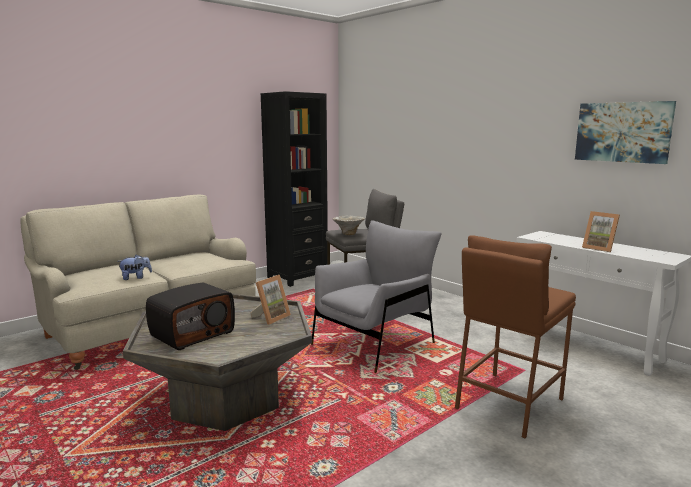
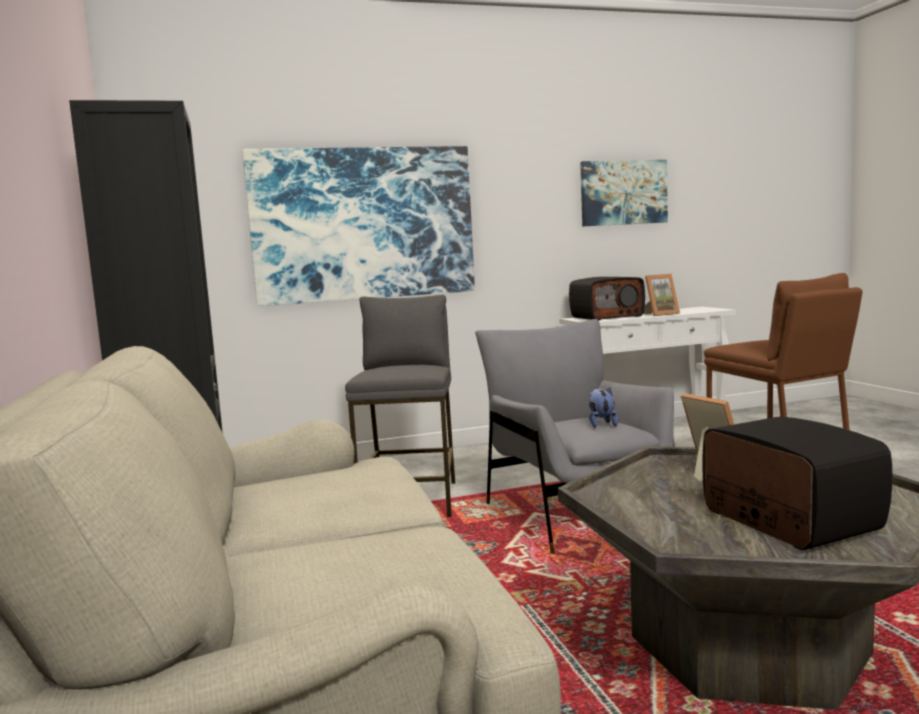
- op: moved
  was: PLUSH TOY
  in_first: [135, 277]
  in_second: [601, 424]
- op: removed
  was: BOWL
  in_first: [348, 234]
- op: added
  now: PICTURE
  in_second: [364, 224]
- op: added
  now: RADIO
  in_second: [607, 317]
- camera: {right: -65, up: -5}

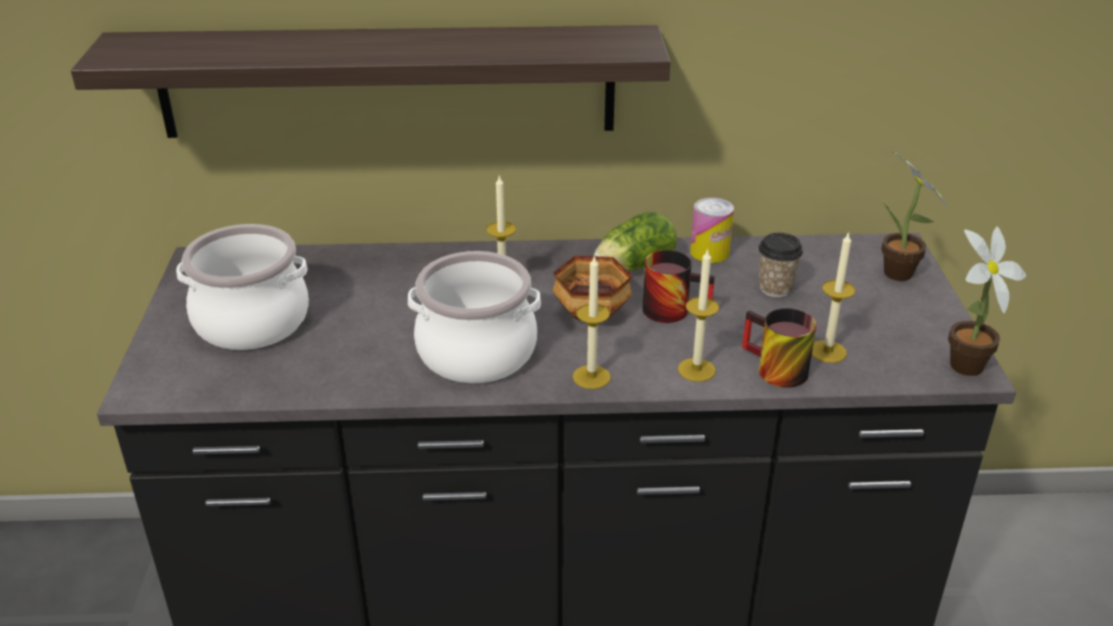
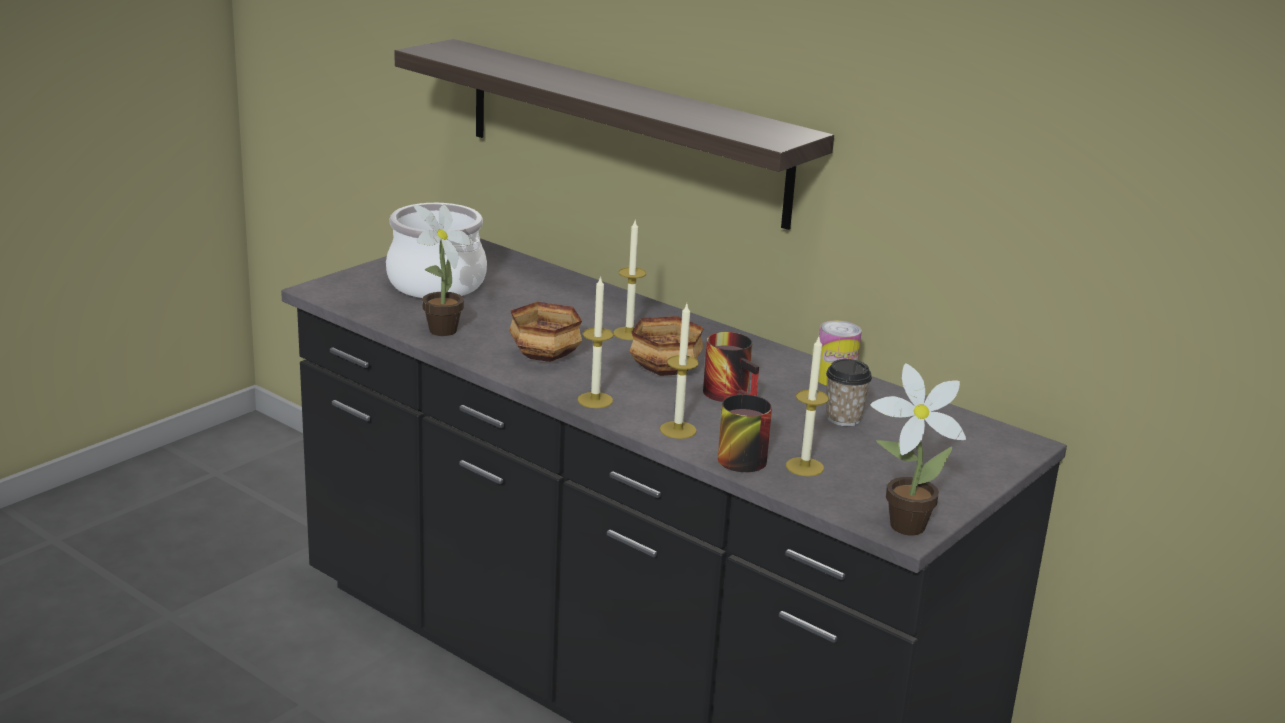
- op: replaced
  was: COOKING POT
  now: BOWL
  in_first: [476, 353]
  in_second: [543, 356]
- op: removed
  was: LETTUCE
  in_first: [631, 267]
- op: moved
  was: POTTED PLANT
  in_first: [899, 276]
  in_second: [439, 332]
- camera: {right: 40, up: -10}

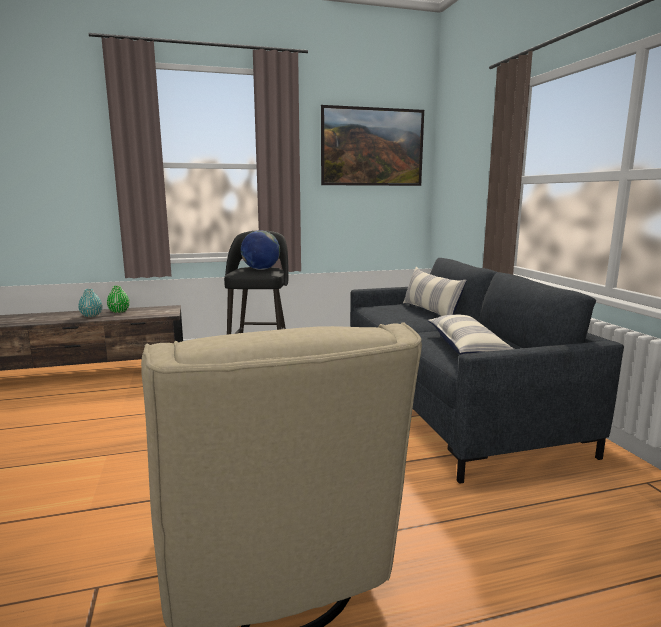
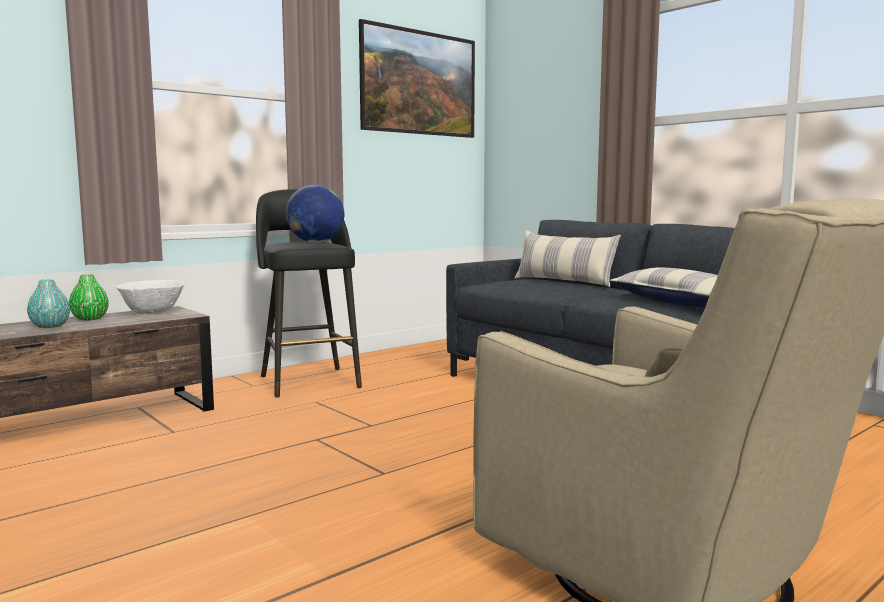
- op: added
  now: WHITE BOWL
  in_second: [152, 313]
- camera: {right: -25, up: -5}

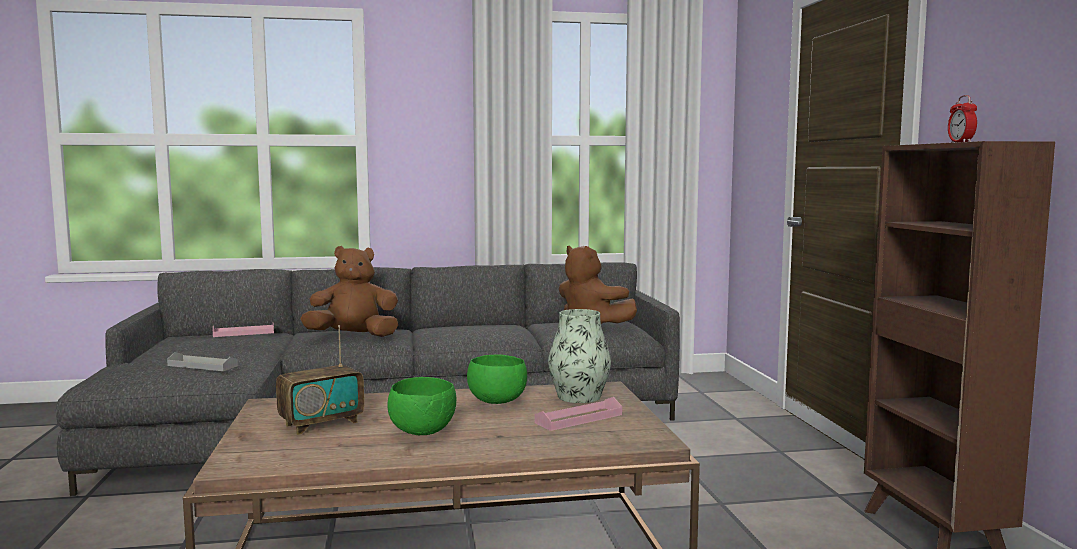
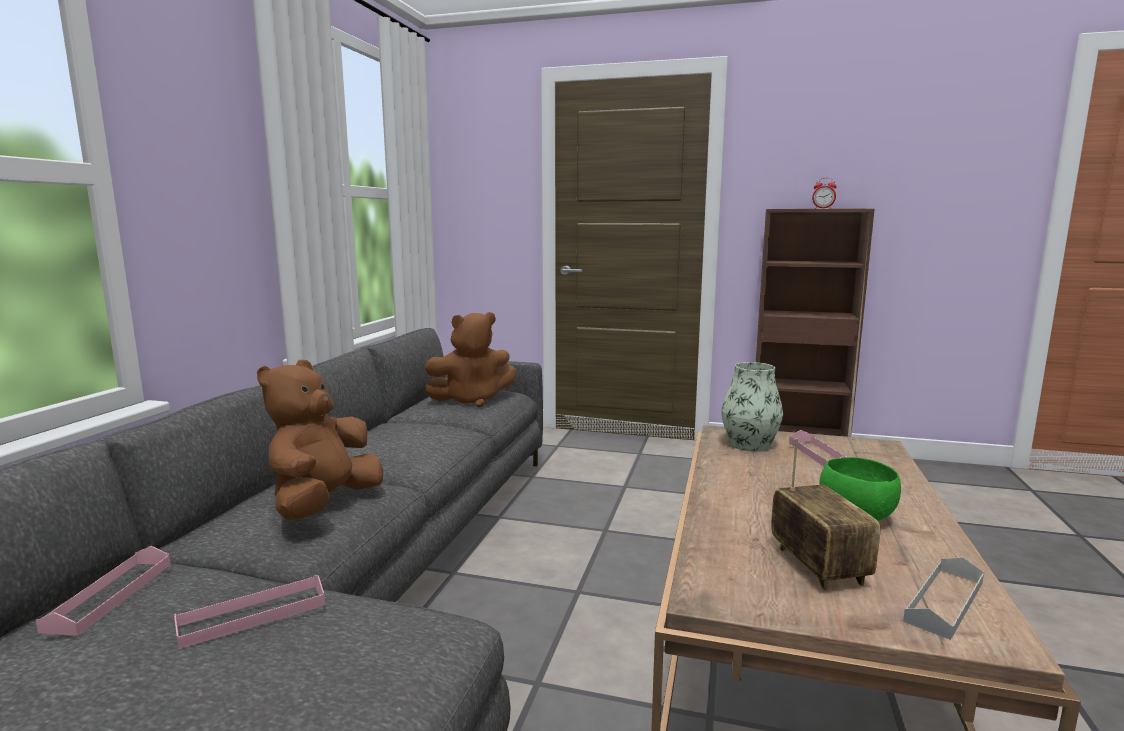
- op: moved
  was: GREY TRAY
  in_first: [202, 366]
  in_second: [944, 601]
- op: removed
  was: GREEN BOWL
  in_first: [496, 401]
- op: added
  now: PINK TRAY
  in_second: [252, 615]
- camera: {right: -65, up: 5}

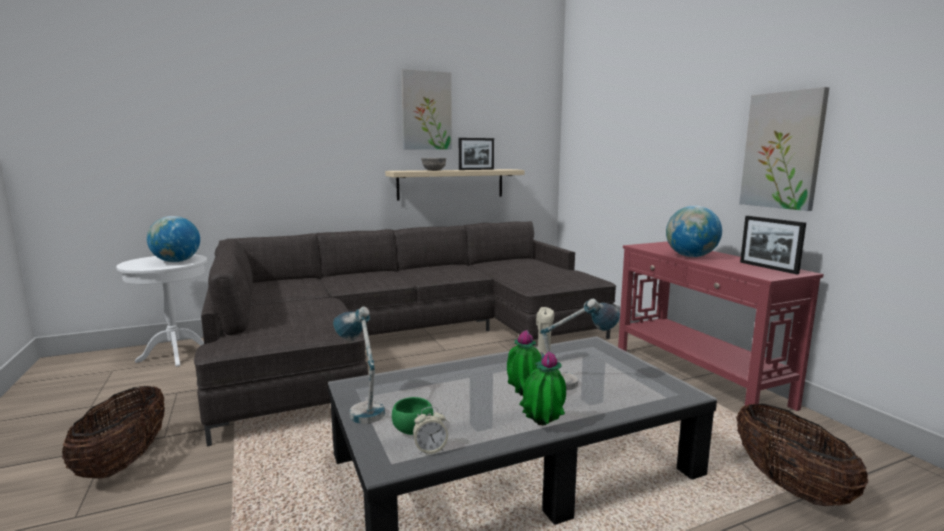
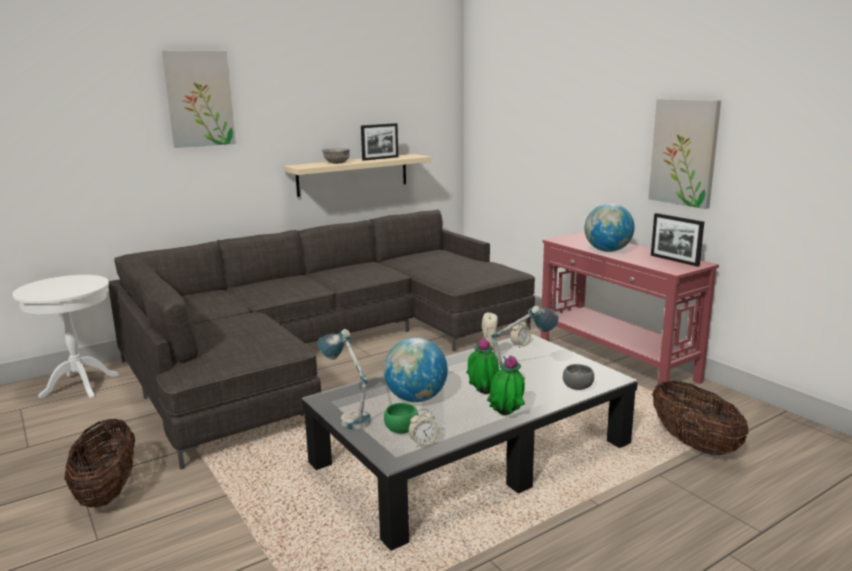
- op: moved
  was: GLOBE
  in_first: [176, 261]
  in_second: [416, 398]
- op: moved
  was: PICTURE
  in_first: [426, 111]
  in_second: [199, 99]
- op: added
  now: ALARM CLOCK
  in_second: [520, 345]
- op: added
  now: GREY BOWL
  in_second: [578, 388]
- camera: {right: -10, up: 5}

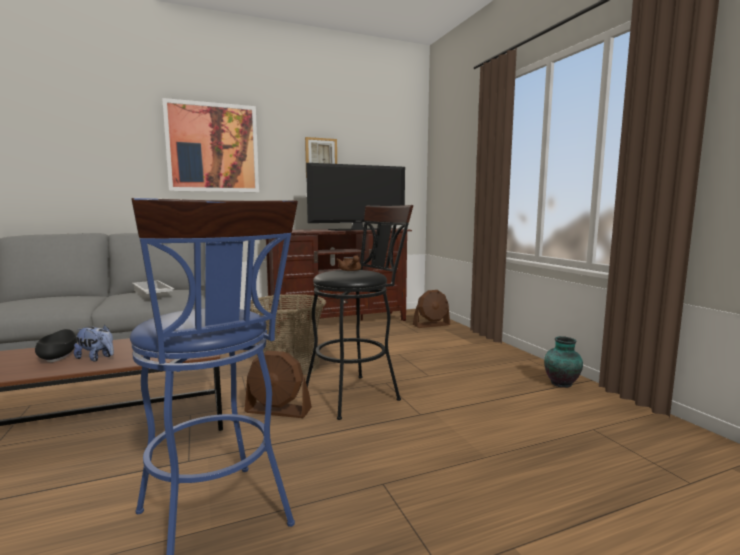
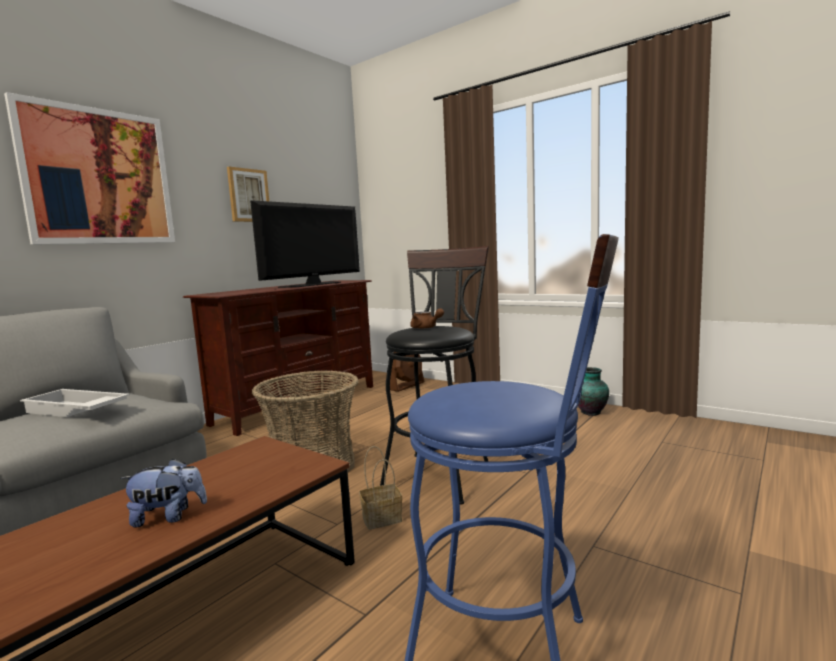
- op: removed
  was: BLACK BOWL
  in_first: [58, 355]
- op: replaced
  was: BROWN FAN
  now: BASKET
  in_first: [278, 410]
  in_second: [383, 518]
- camera: {right: -30, up: 0}

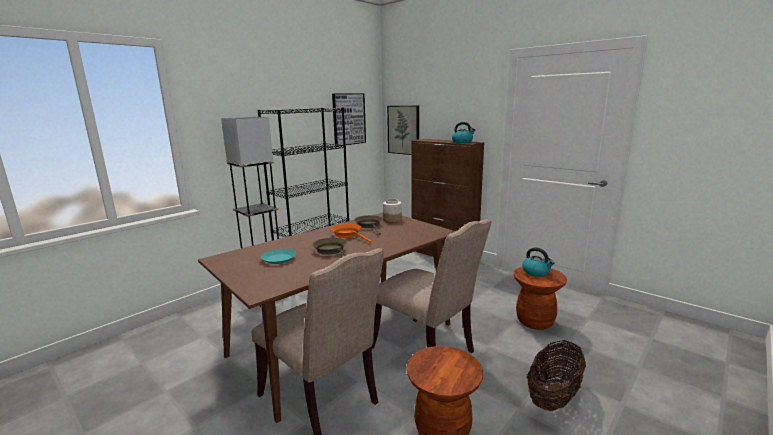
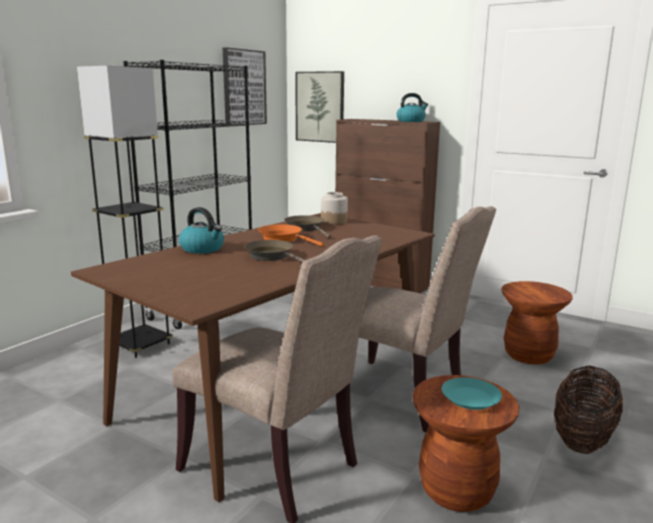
- op: moved
  was: TURQUOISE PLATE
  in_first: [278, 259]
  in_second: [470, 399]
- op: moved
  was: KETTLE
  in_first: [536, 272]
  in_second: [203, 249]
- camera: {right: -10, up: 0}

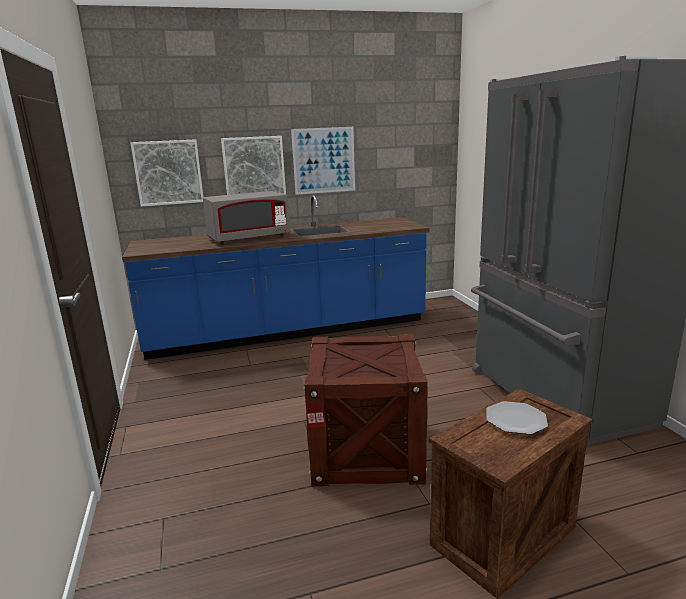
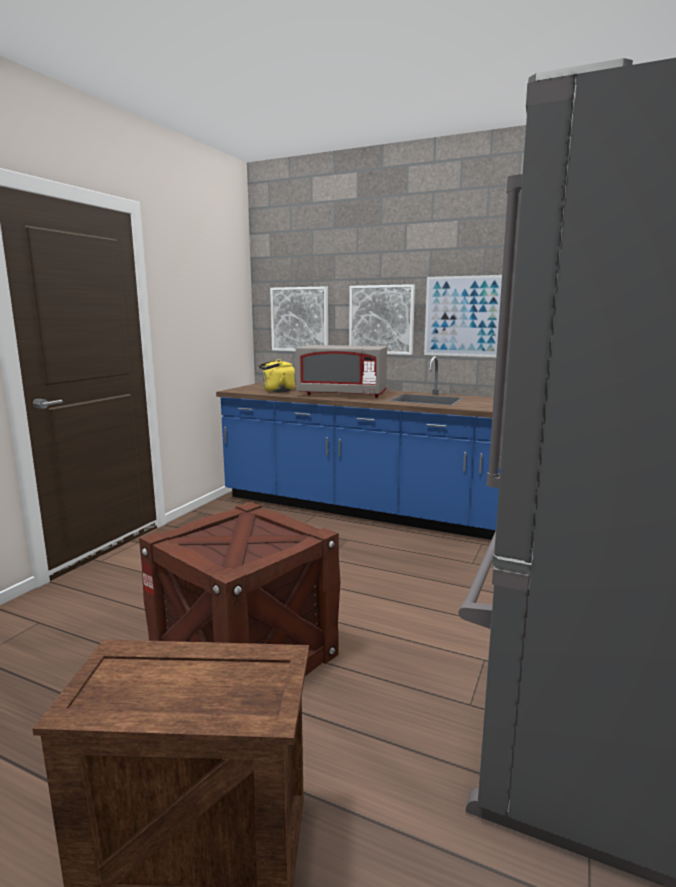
- op: removed
  was: PLATE
  in_first: [515, 419]
- op: added
  now: YELLOW KETTLE
  in_second: [277, 391]
- camera: {right: 40, up: -5}

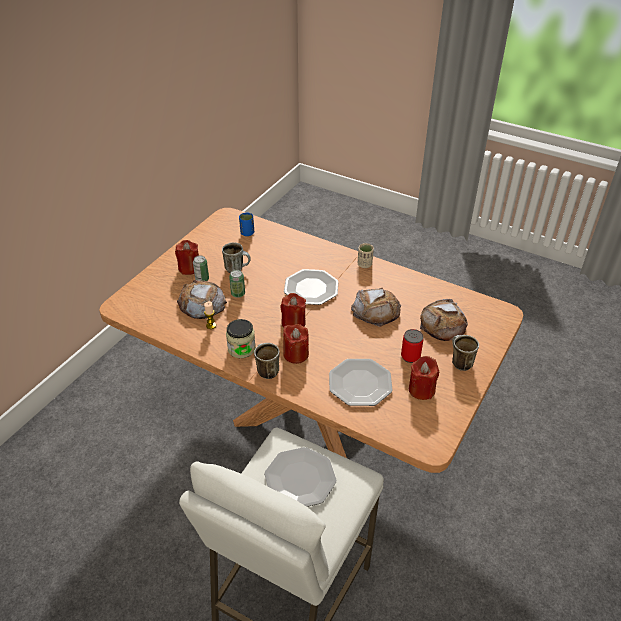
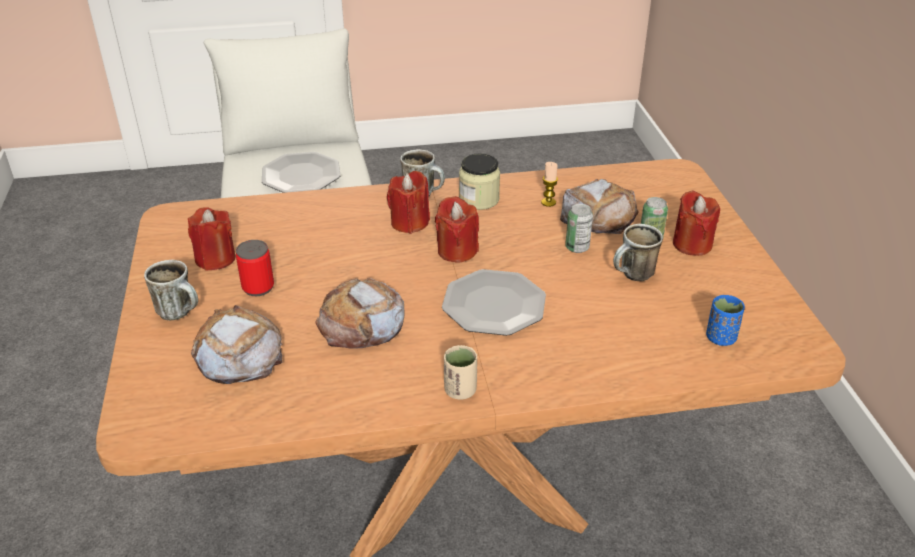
- op: removed
  was: PLATE
  in_first: [360, 383]
- camera: {right: 140, up: -5}

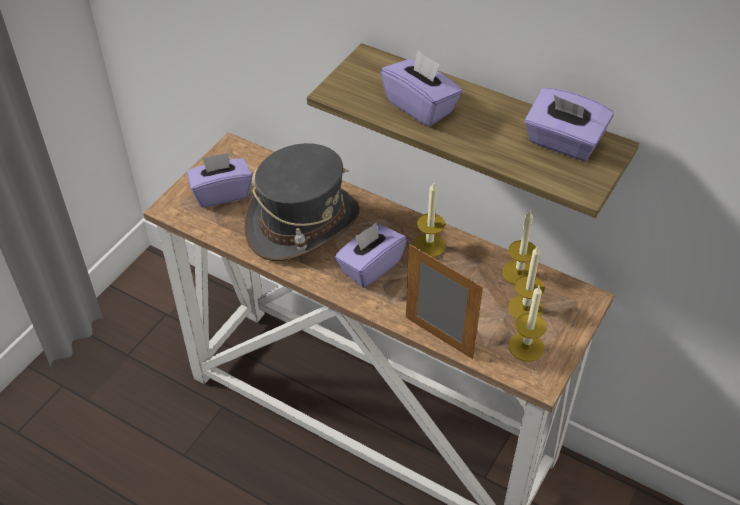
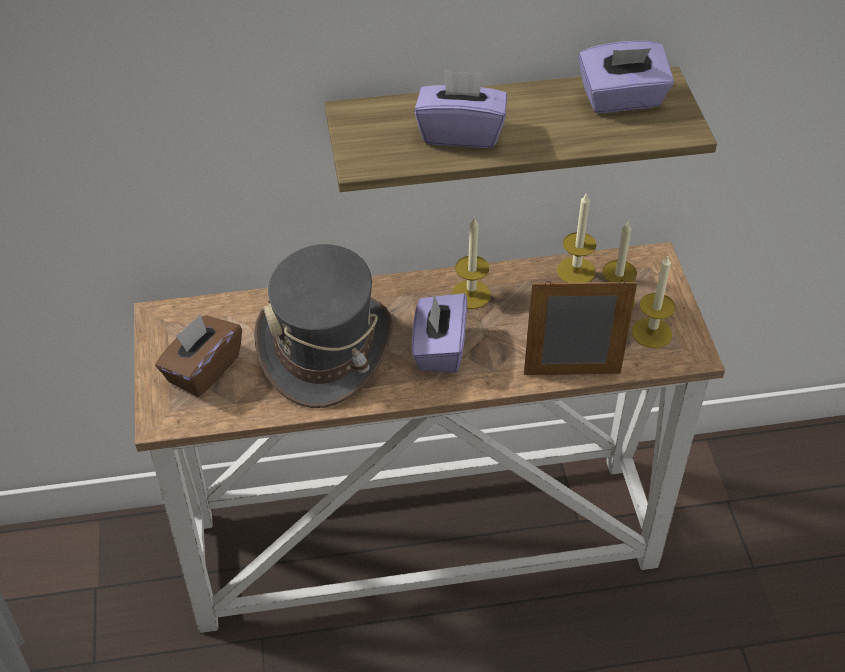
- op: recoloured
  was: PURPLE TISSUE BOX
  now: BROWN TISSUE BOX
  in_first: [221, 193]
  in_second: [202, 370]
- camera: {right: -40, up: 0}

